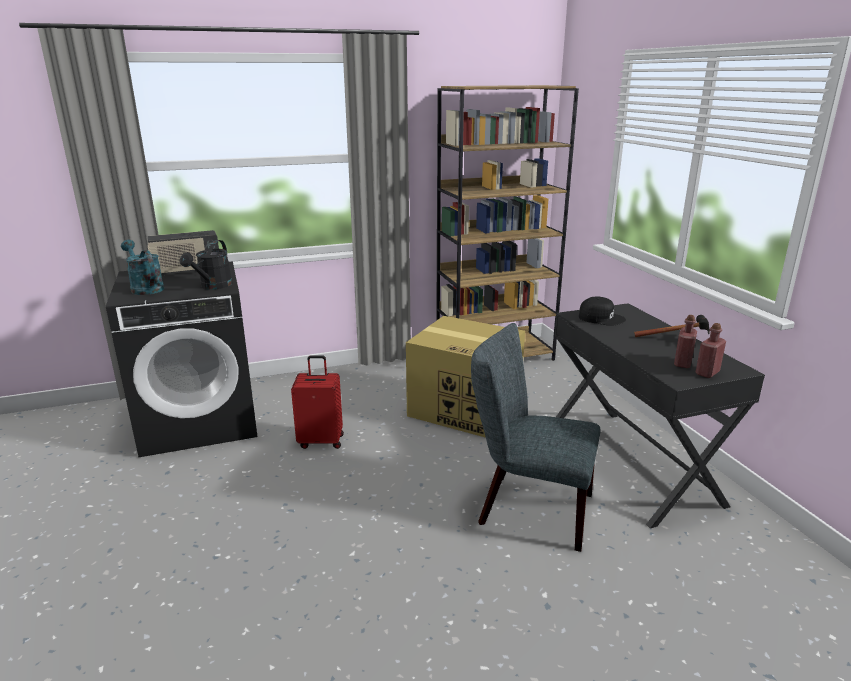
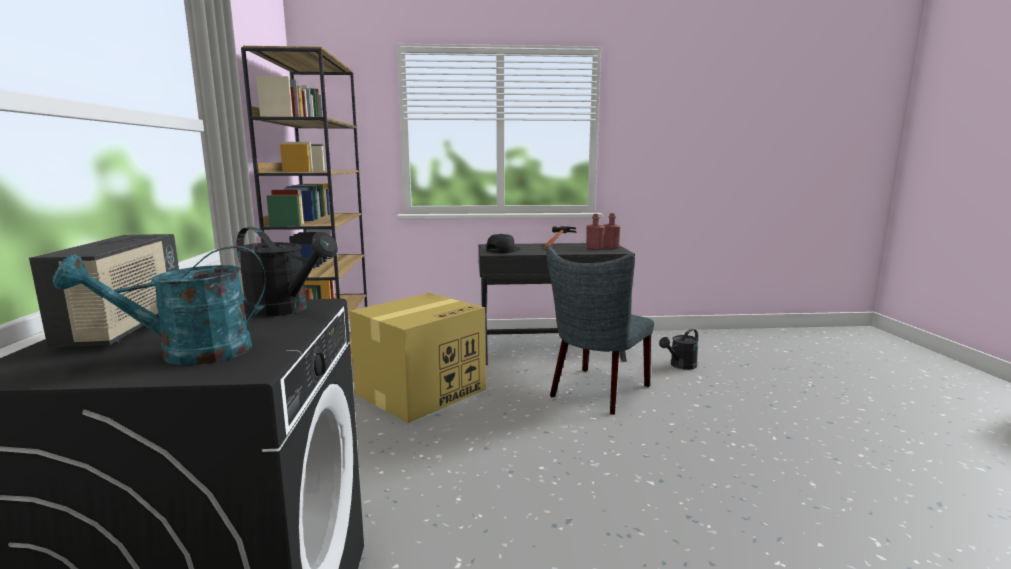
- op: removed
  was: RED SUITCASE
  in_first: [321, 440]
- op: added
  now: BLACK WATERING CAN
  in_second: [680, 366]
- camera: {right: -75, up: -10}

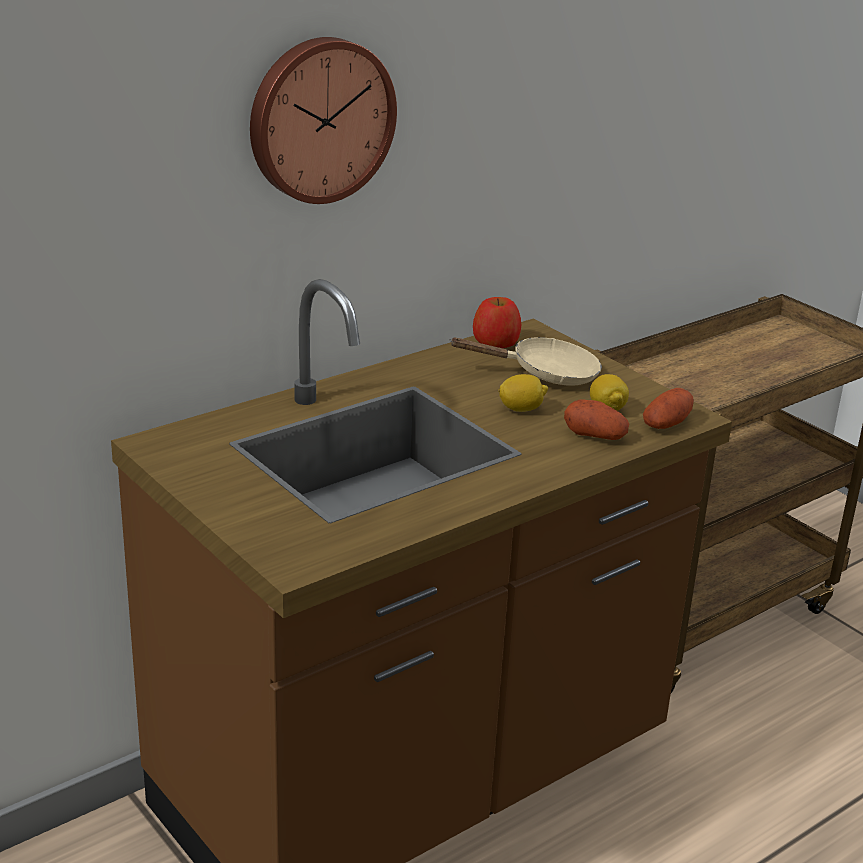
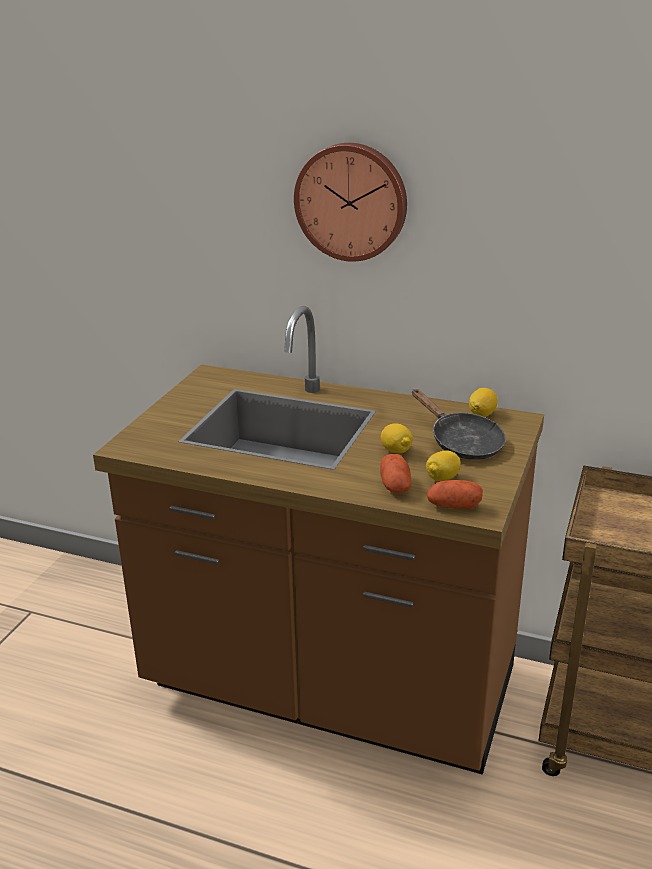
- op: recoloured
  was: BEIGE FRYING PAN
  now: BLACK FRYING PAN
  in_first: [545, 374]
  in_second: [461, 443]
- op: replaced
  was: APPLE
  now: LEMON
  in_first: [496, 342]
  in_second: [482, 414]
- camera: {right: 60, up: 0}

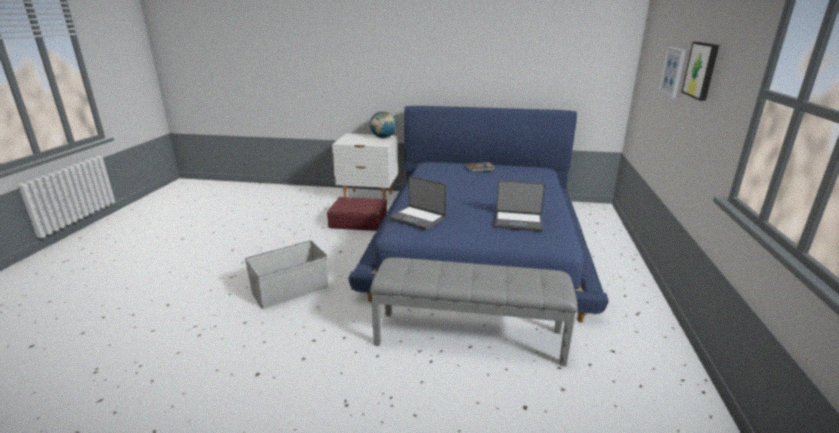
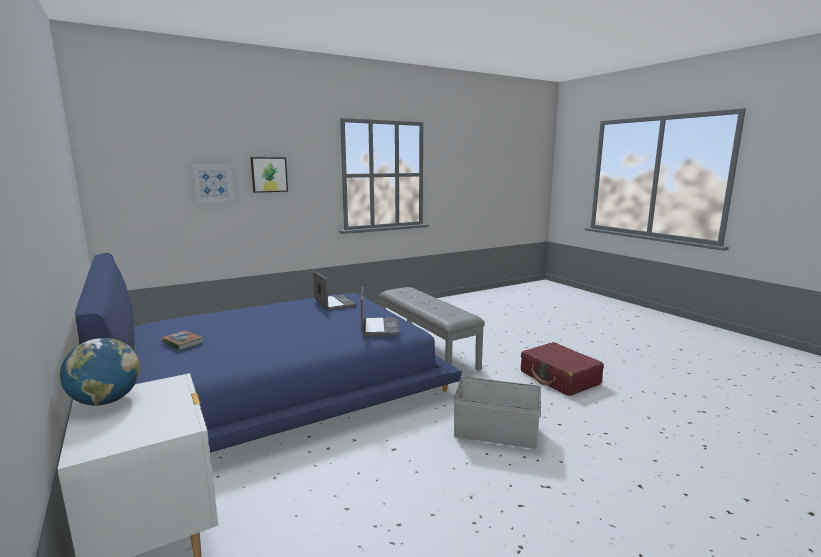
- op: moved
  was: RED SUITCASE
  in_first: [358, 221]
  in_second: [559, 378]
- camera: {right: -130, up: -10}

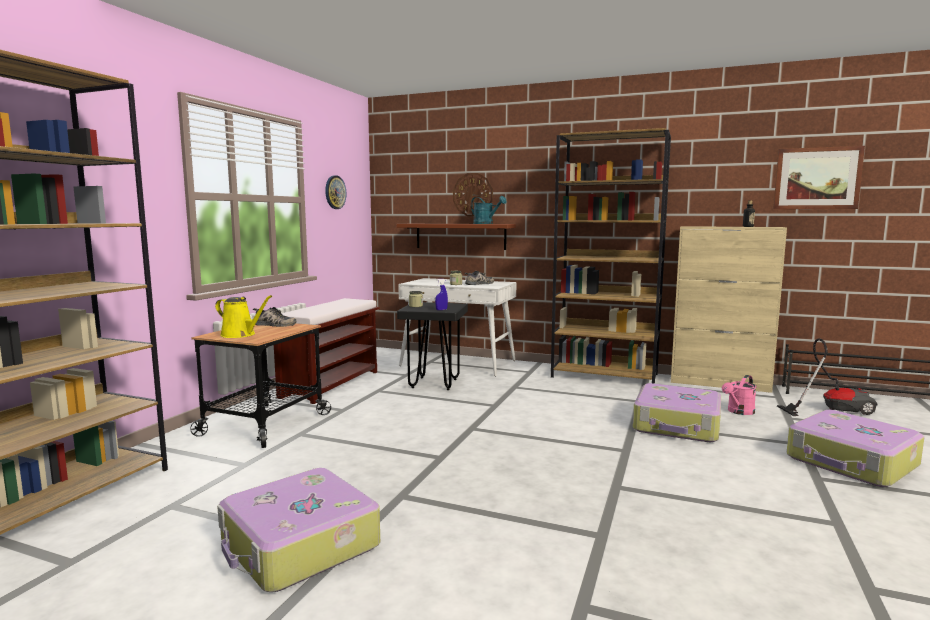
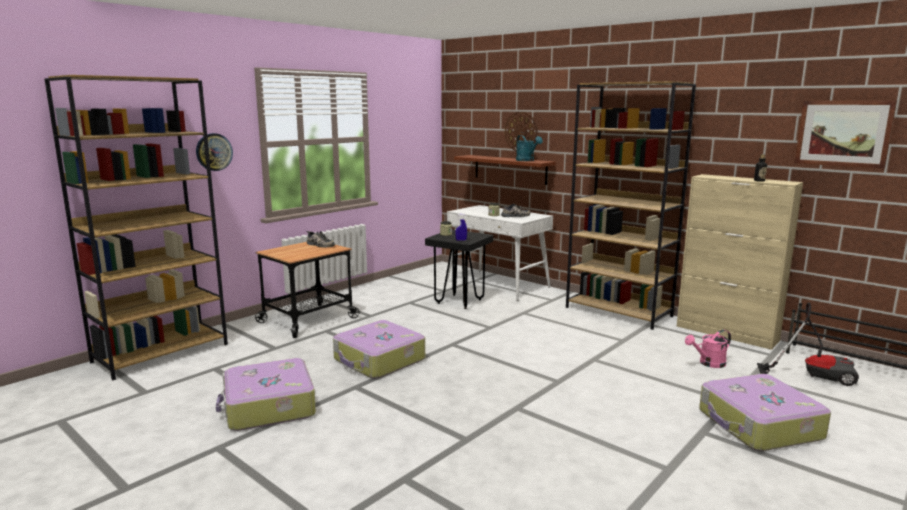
- op: removed
  was: YELLOW WATERING CAN
  in_first: [240, 335]
- op: removed
  was: BROWN BENCH
  in_first: [331, 384]
- op: moved
  was: WALL CLOCK
  in_first: [335, 192]
  in_second: [214, 152]
- op: moved
  was: SUITCASE
  in_first: [677, 425]
  in_second: [379, 360]
- camera: {right: 20, up: 5}

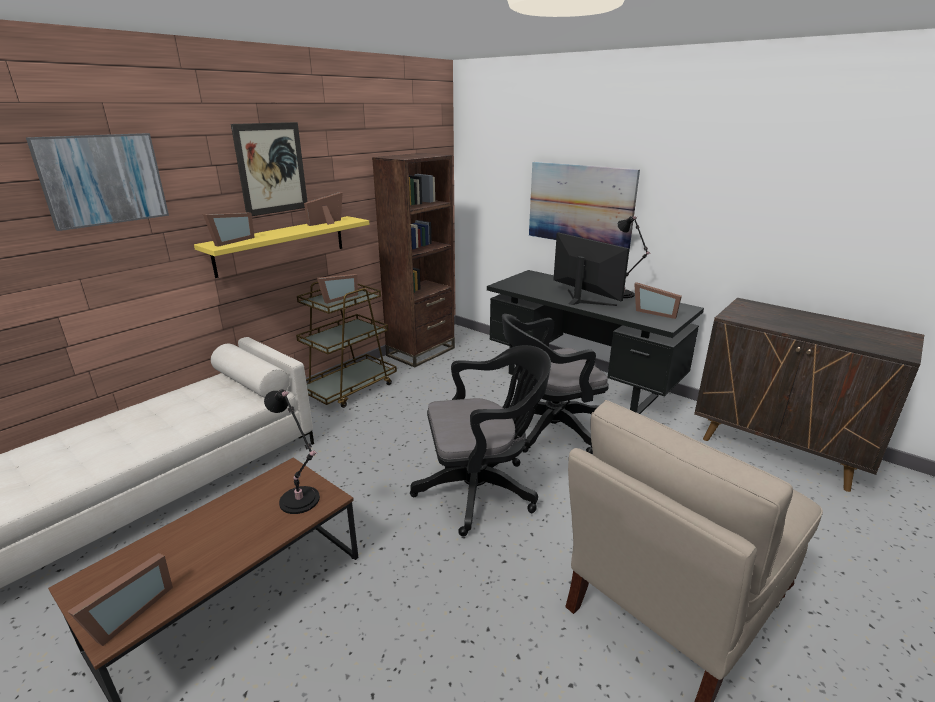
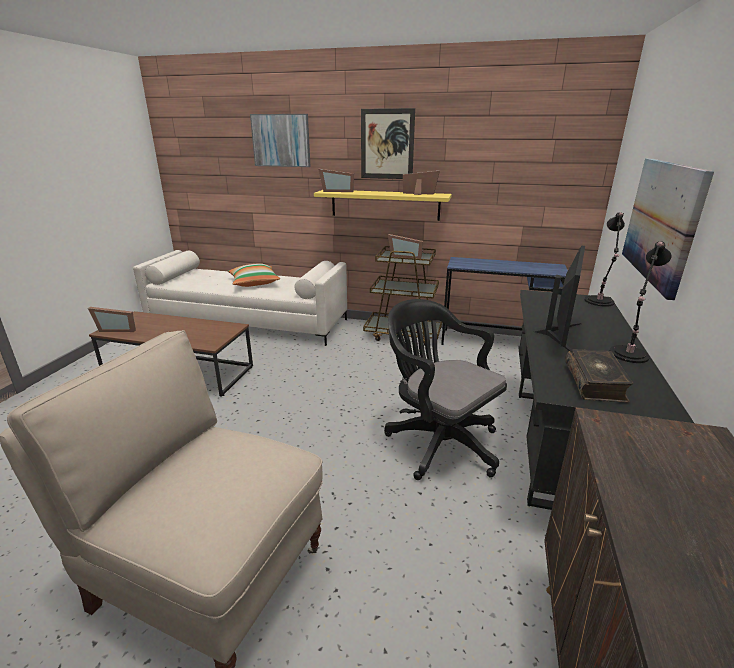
- op: moved
  was: BLACK TABLE LAMP
  in_first: [301, 502]
  in_second: [599, 302]
- op: replaced
  was: BROWN BOOKCASE
  now: BLUE DESK
  in_first: [421, 352]
  in_second: [496, 342]
- op: removed
  was: BLACK OFFICE CHAIR
  in_first: [482, 490]
- op: replaced
  was: PICTURE FRAME
  now: BOOK
  in_first: [655, 312]
  in_second: [595, 383]
- op: added
  now: PILLOW
  in_second: [254, 283]
- camera: {right: 65, up: 0}

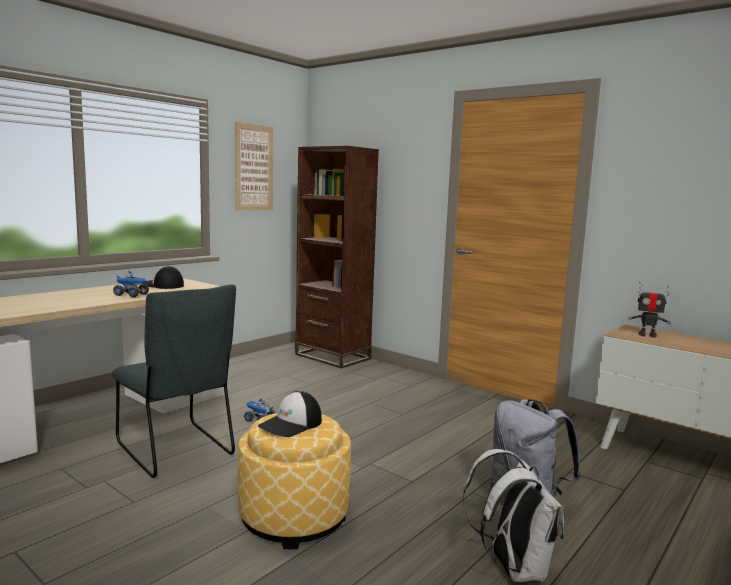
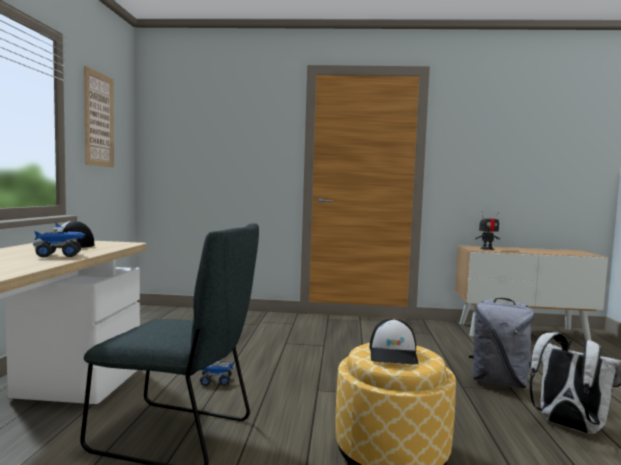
- op: removed
  was: BROWN BOOKCASE
  in_first: [332, 356]
- camera: {right: -35, up: -5}

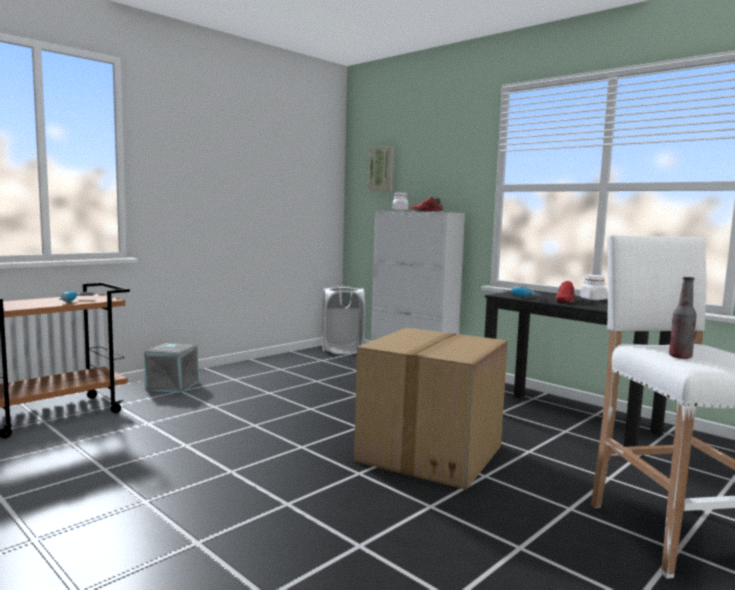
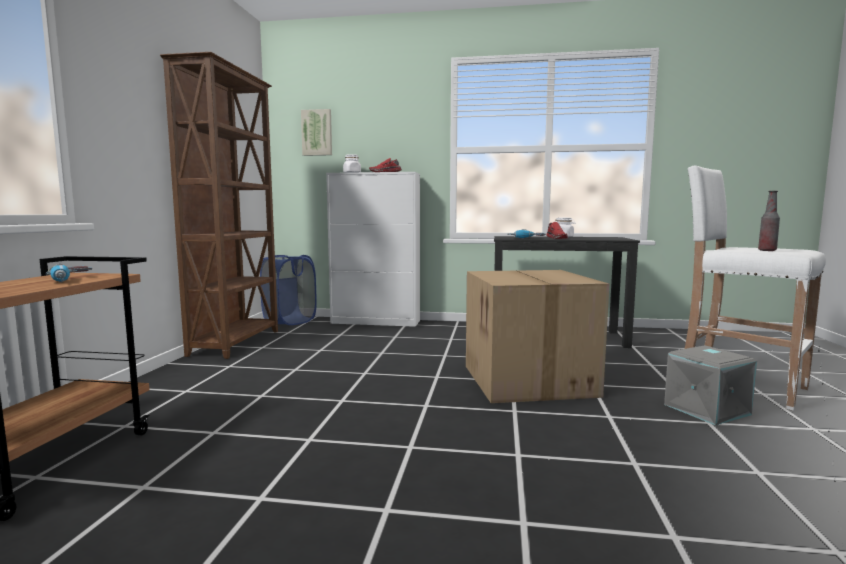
- op: moved
  was: GREY STORAGE BOX
  in_first: [173, 385]
  in_second: [705, 409]
- op: recoloured
  was: WHITE LAUNDRY BASKET
  now: BLUE LAUNDRY BASKET
  in_first: [342, 350]
  in_second: [289, 321]
- op: added
  now: BROWN BOOKCASE
  in_second: [237, 342]
- camera: {right: -35, up: 0}

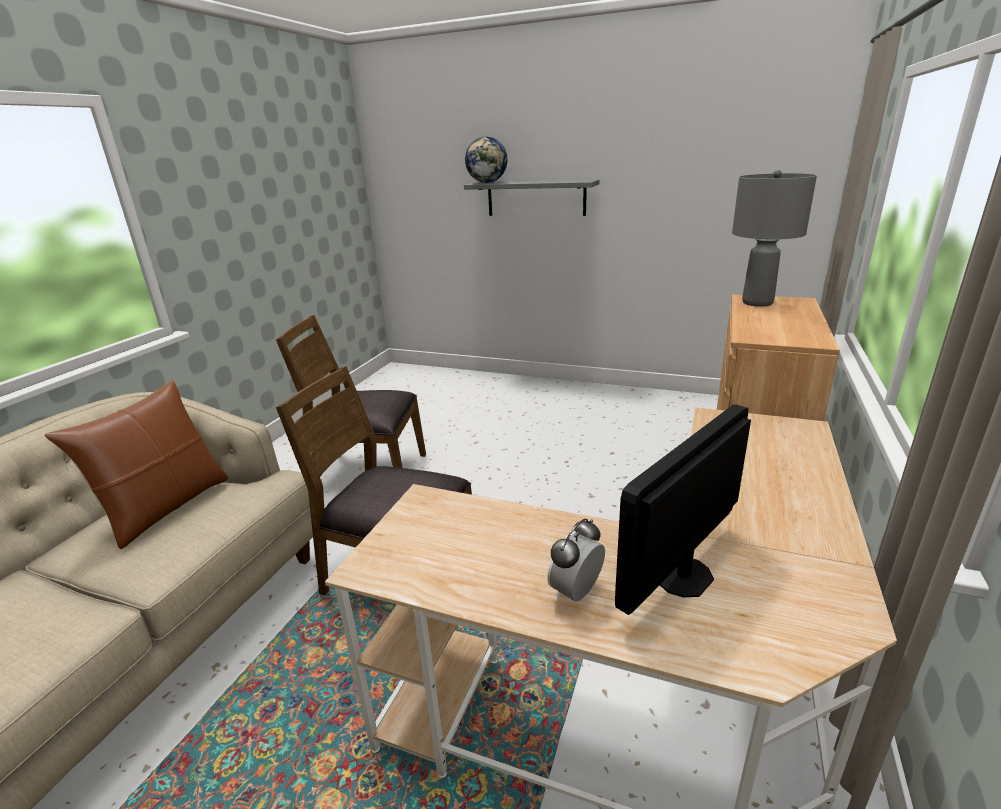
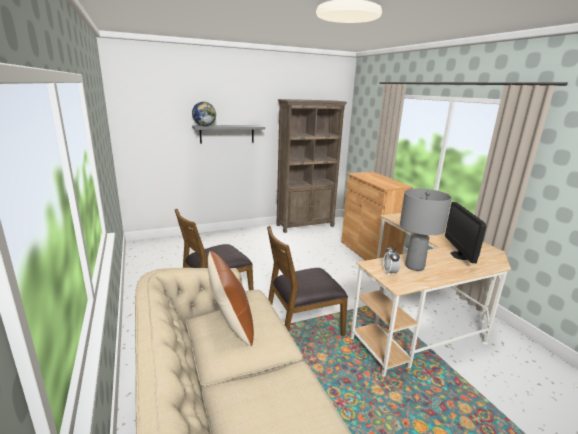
- op: moved
  was: ALARM CLOCK
  in_first: [576, 592]
  in_second: [390, 272]
- op: moved
  was: GREY TABLE LAMP
  in_first: [757, 303]
  in_second: [414, 266]
- op: added
  now: BROWN BOOKCASE
  in_second: [305, 225]
- camera: {right: -45, up: -5}

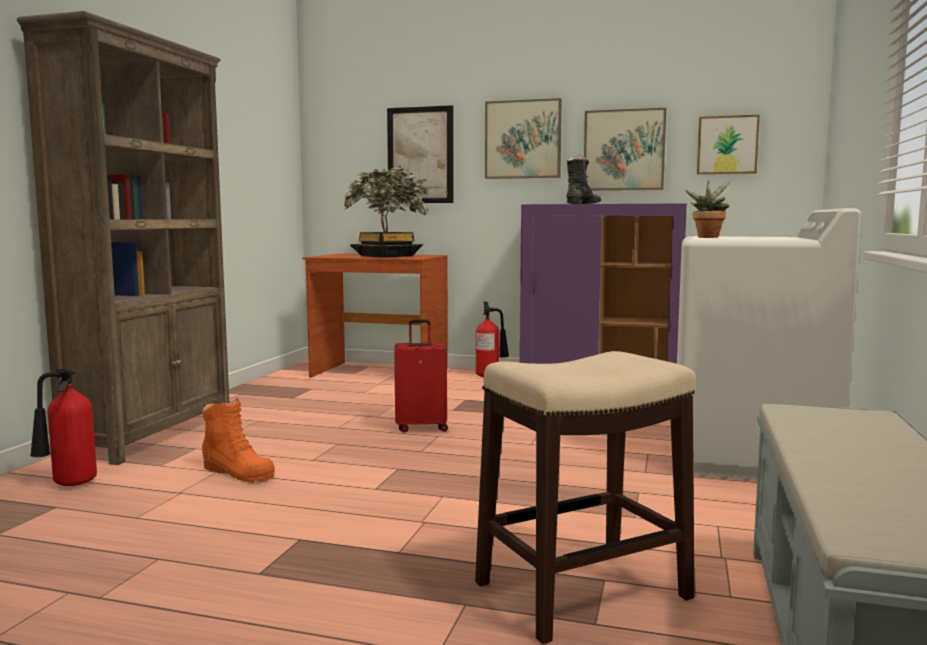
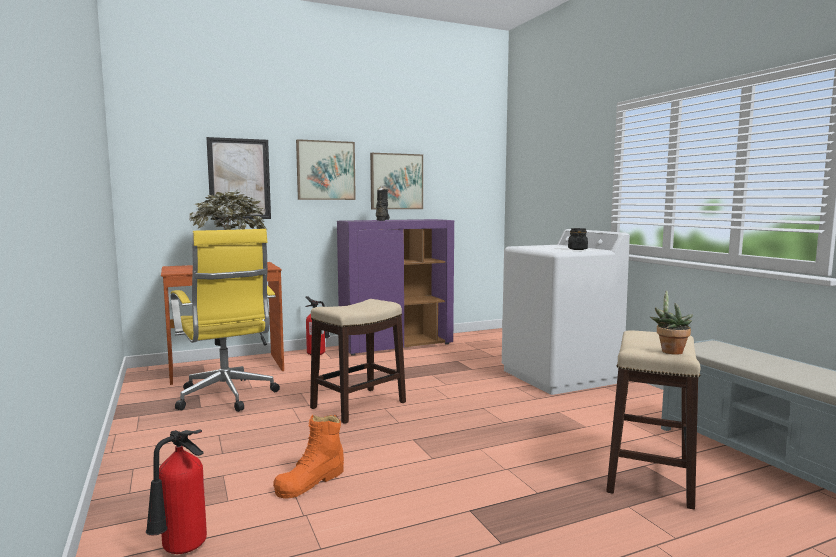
- op: removed
  was: BROWN BOOKCASE
  in_first: [153, 434]
- op: turned
  was: ORANGE BOOT
  in_first: [238, 472]
  in_second: [311, 481]
  clockwise: 135
- op: replaced
  was: RED SUITCASE
  now: STOOL
  in_first: [421, 427]
  in_second: [359, 405]
- op: moved
  was: POTTED PLANT
  in_first: [708, 237]
  in_second: [669, 351]
- op: removed
  was: PICTURE
  in_first: [727, 145]
- op: added
  now: YELLOW OFFICE CHAIR
  in_second: [227, 397]
- op: added
  now: BLACK JAR
  in_second: [577, 249]
- camera: {right: -40, up: 0}

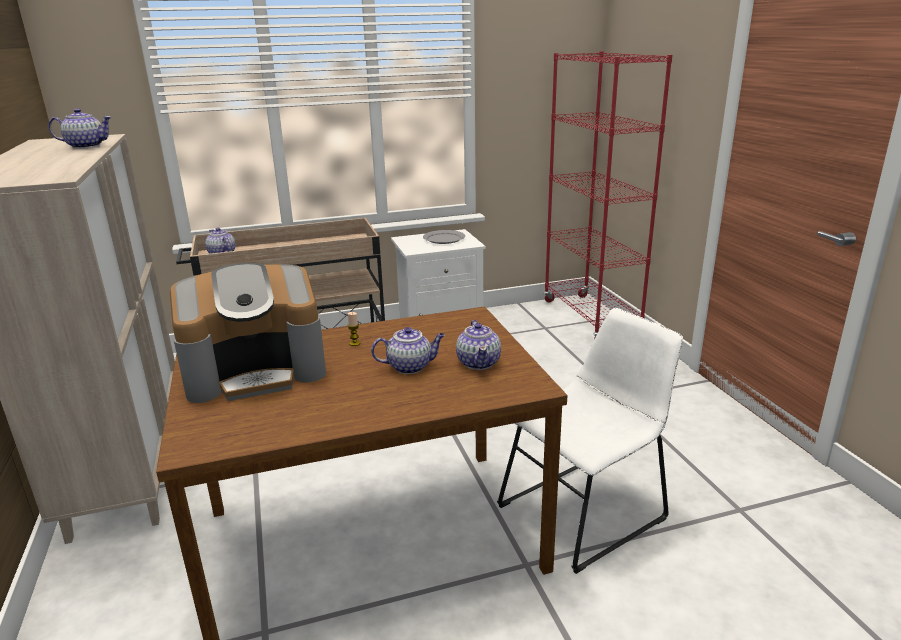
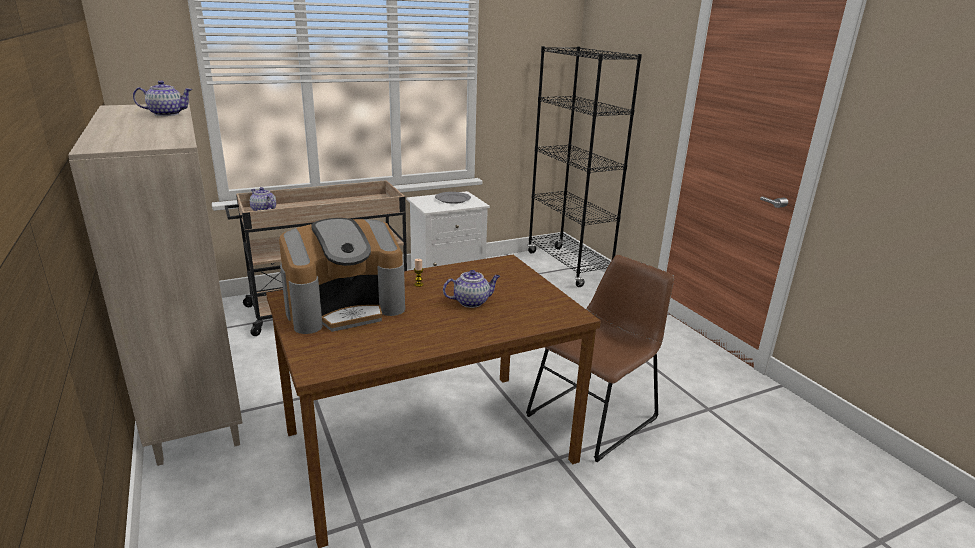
- op: removed
  was: TEAPOT
  in_first: [479, 362]
- op: recoloured
  was: WHITE CHAIR
  now: BROWN CHAIR
  in_first: [587, 510]
  in_second: [595, 415]
- op: recoloured
  was: RED BOOKCASE
  now: BLACK BOOKCASE
  in_first: [590, 319]
  in_second: [568, 266]
- camera: {right: -10, up: 0}

